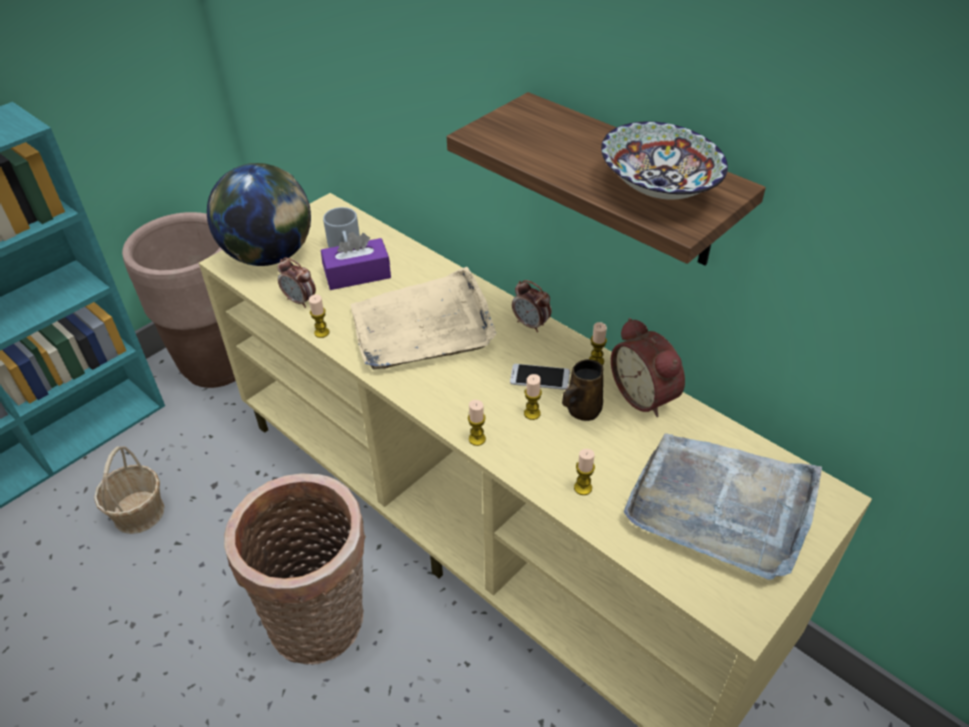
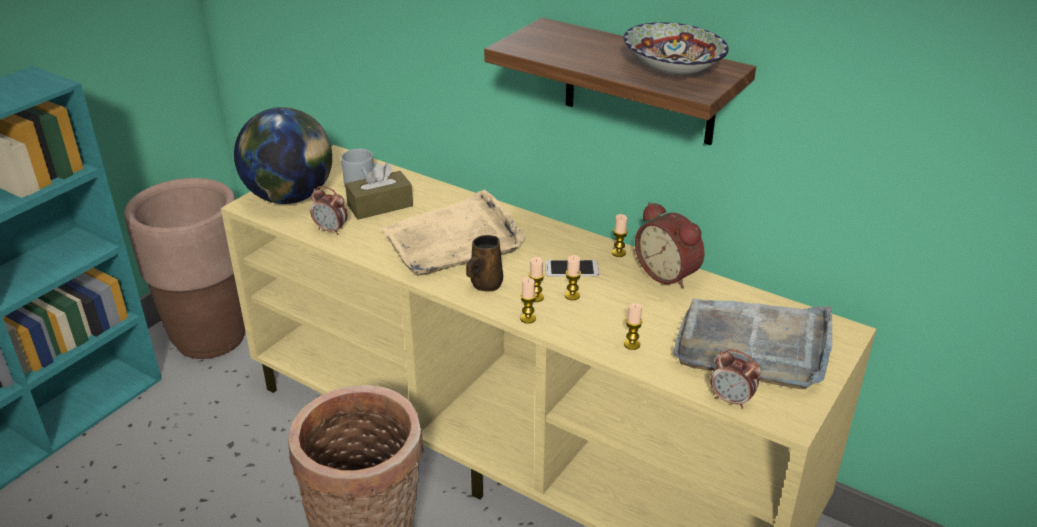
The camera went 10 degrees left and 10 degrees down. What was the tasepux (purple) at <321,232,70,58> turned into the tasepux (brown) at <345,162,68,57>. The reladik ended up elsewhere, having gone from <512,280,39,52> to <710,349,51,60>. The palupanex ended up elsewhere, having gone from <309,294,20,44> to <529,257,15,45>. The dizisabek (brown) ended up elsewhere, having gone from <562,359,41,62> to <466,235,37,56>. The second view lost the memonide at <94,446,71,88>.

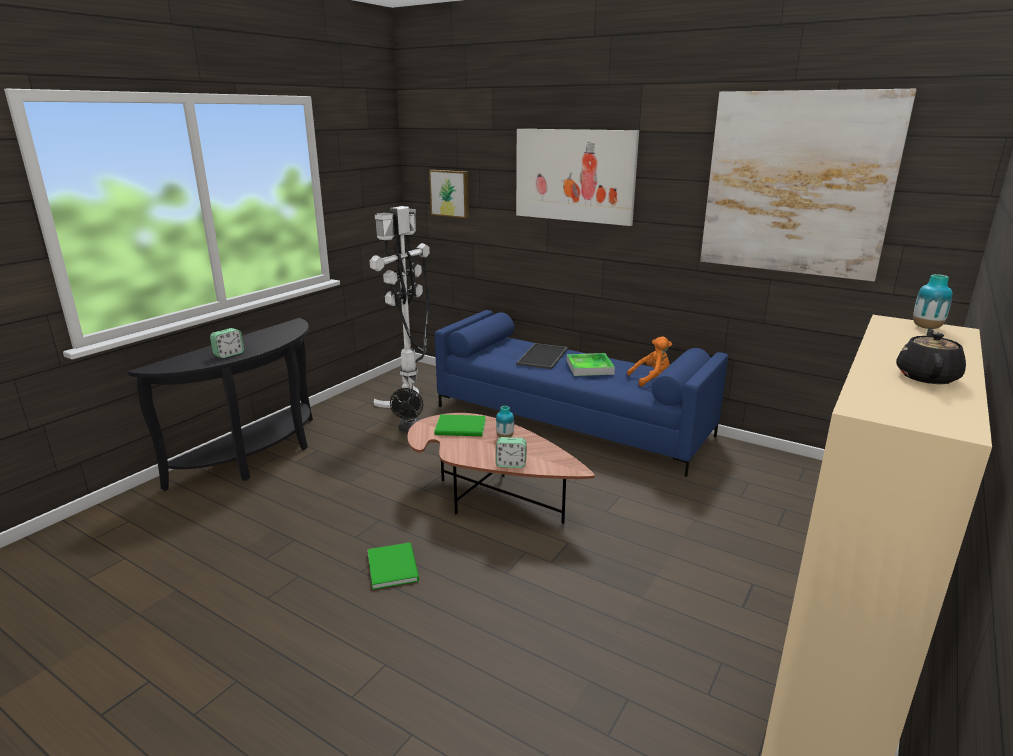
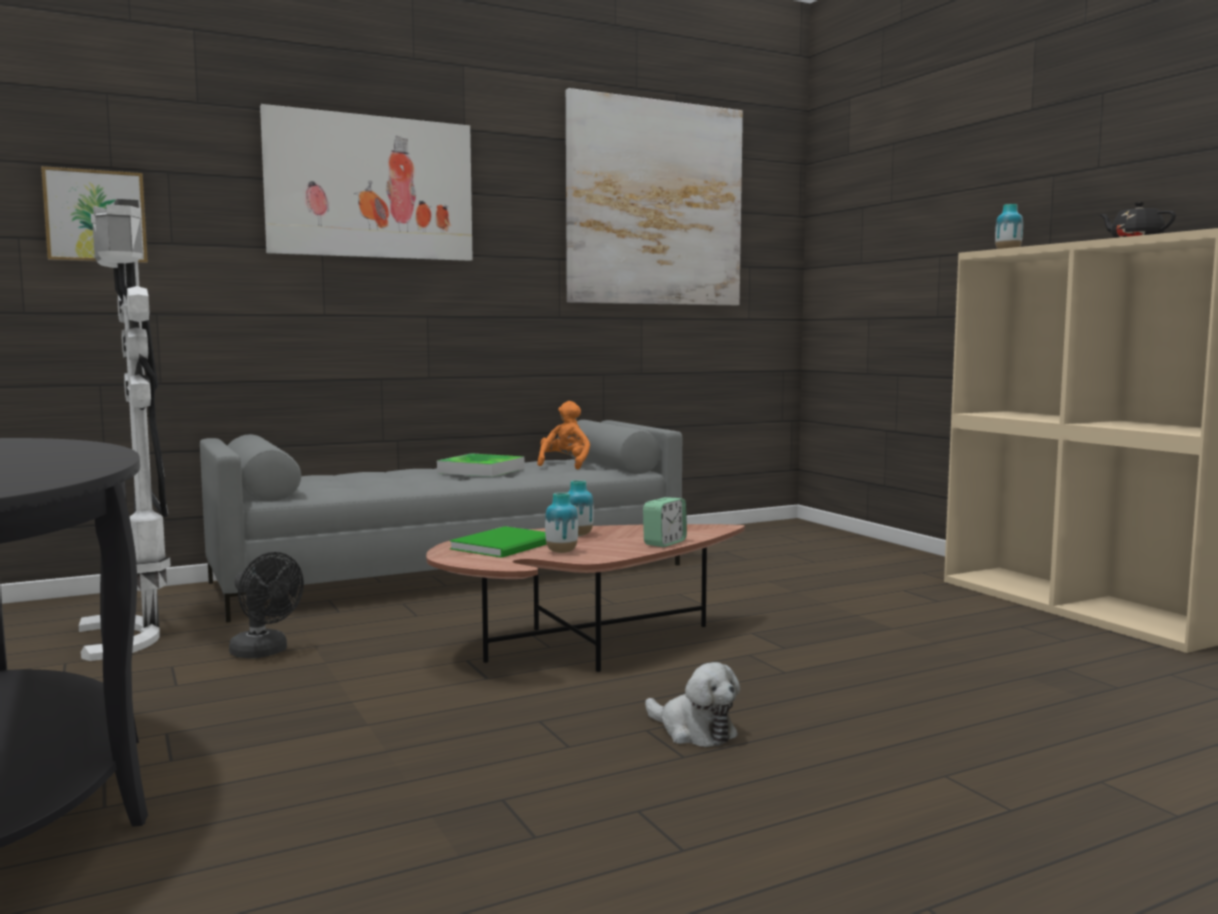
The camera went 60 degrees left and 15 degrees down. What was the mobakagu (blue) at <435,310,293,167> turned into the mobakagu (grey) at <200,420,482,203>. The second view lost the reladik at <210,328,34,30>. The second view lost the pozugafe at <516,343,52,26>. Where the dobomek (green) stood at <368,543,51,46>, the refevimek came to stand at <645,662,95,85>. The second view gained the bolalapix at <545,492,33,61>.

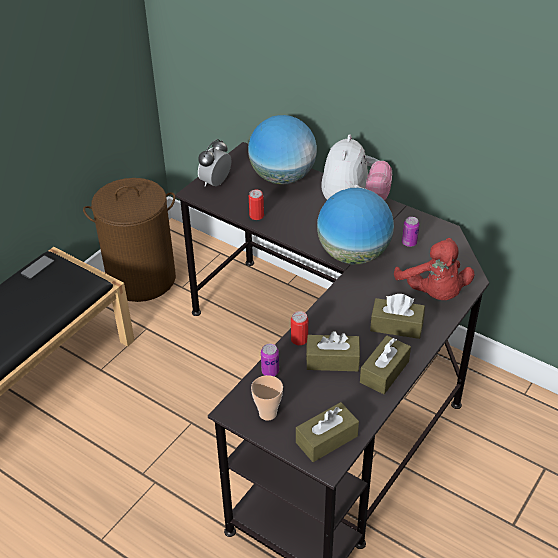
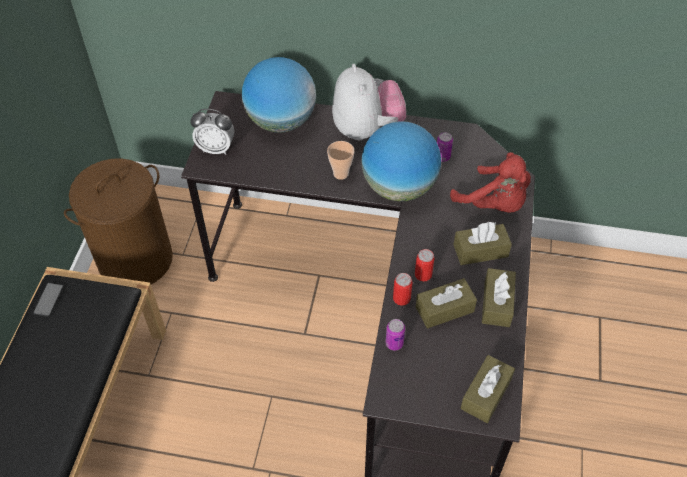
The camera went 25 degrees left and 10 degrees up. The reladik at <198,139,34,48> ended up facing another way, 90 degrees counterclockwise from before. The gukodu ended up elsewhere, having gone from <249,190,15,30> to <415,249,19,32>. The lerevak ended up elsewhere, having gone from <251,375,32,46> to <327,141,27,39>.

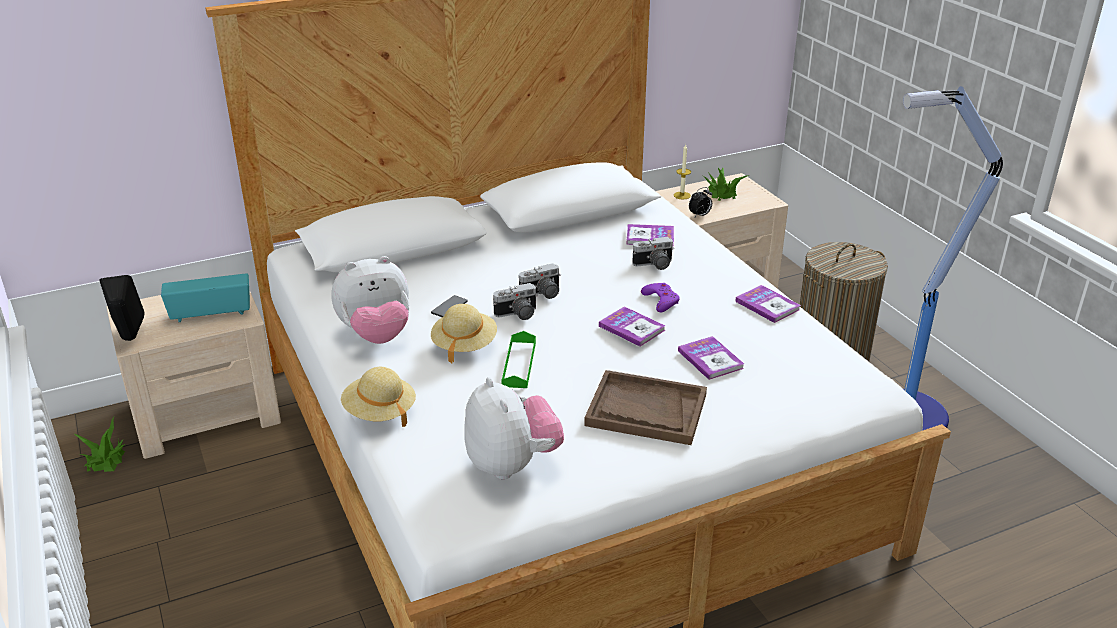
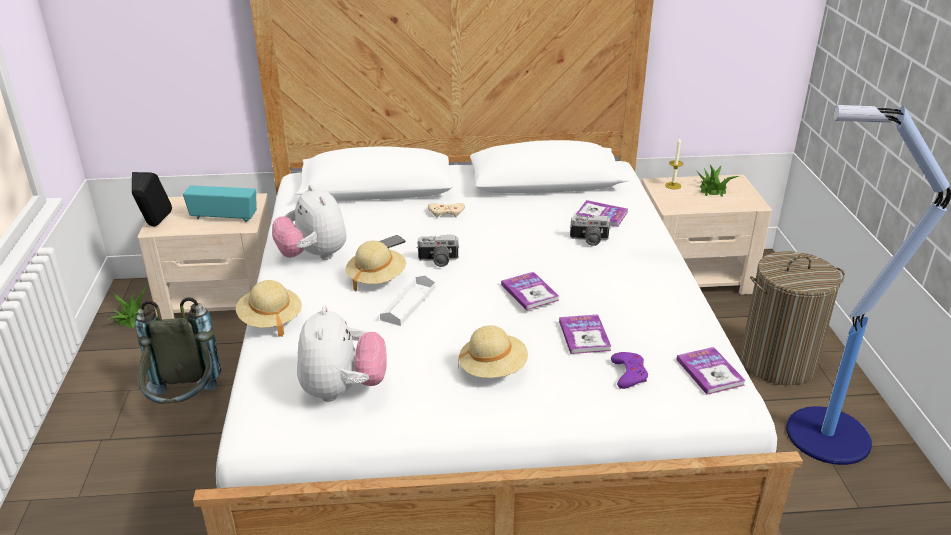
The camera went 20 degrees right and 0 degrees up. The second view lost the reladik at <689,187,23,30>. The refevimek at <331,256,78,88> ended up facing another way, 60 degrees clockwise from before. The second view lost the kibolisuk at <519,263,42,36>. The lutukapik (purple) ended up elsewhere, having gone from <641,283,39,29> to <611,352,37,37>. The dobomek ended up elsewhere, having gone from <735,285,66,38> to <676,347,70,48>. What was the pozugafe (green) at <501,331,35,57> turned into the pozugafe (white) at <380,275,55,51>. Where the pozugafe (brown) stood at <584,370,123,75>, the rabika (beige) came to stand at <458,325,70,53>. The second view gained the lutukapik (beige) at <428,203,37,15>. The second view gained the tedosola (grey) at <135,297,86,107>.

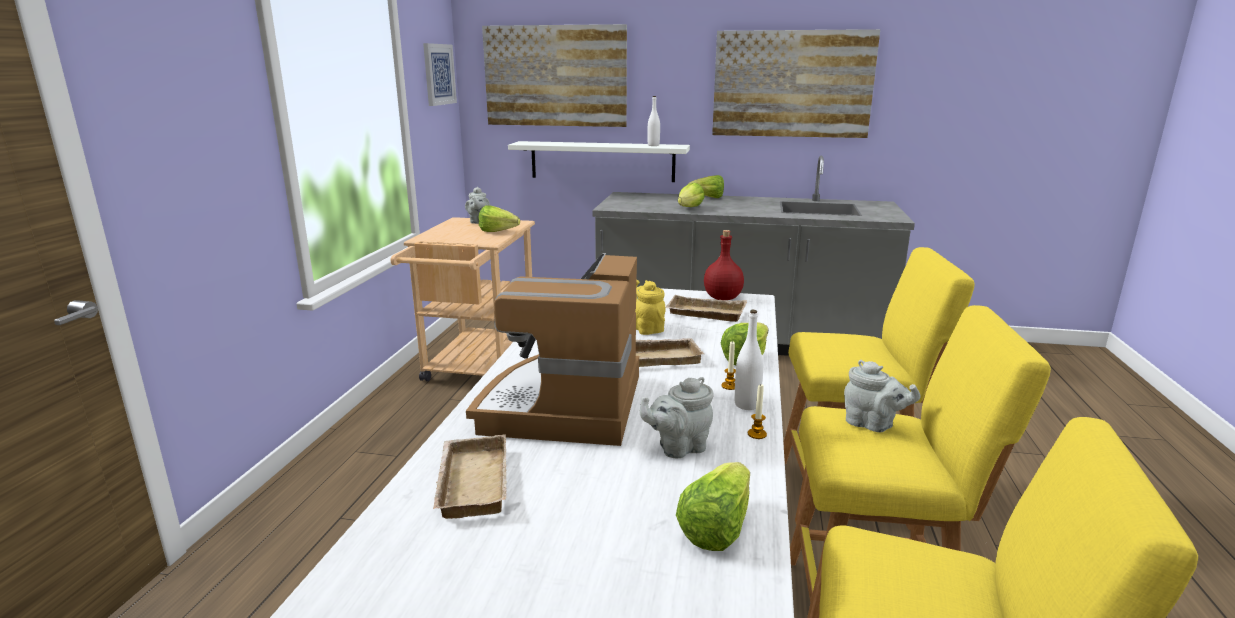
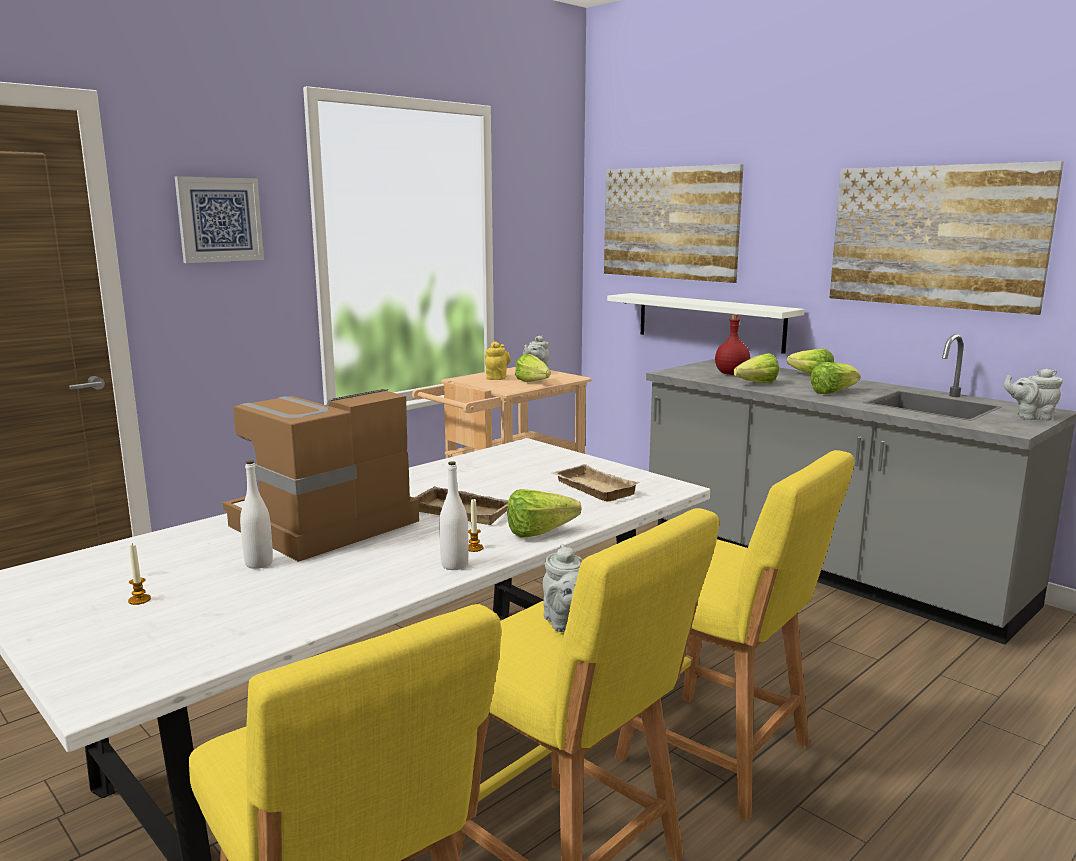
The camera went 35 degrees right and 5 degrees down. The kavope ended up elsewhere, having gone from <423,43,34,63> to <175,176,89,87>. The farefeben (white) ended up elsewhere, having gone from <648,96,12,50> to <240,460,33,109>. The farefeben (red) ended up elsewhere, having gone from <704,230,40,70> to <715,314,35,61>. The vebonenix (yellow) ended up elsewhere, having gone from <635,280,31,55> to <485,342,26,38>. The vebonenix (grey) ended up elsewhere, having gone from <640,377,74,81> to <1004,369,59,52>. The palupanex ended up elsewhere, having gone from <748,384,19,55> to <128,543,23,62>. The second view lost the pozugafe (beige) at <433,434,74,85>. The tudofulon ended up elsewhere, having gone from <676,462,74,89> to <810,362,51,32>.

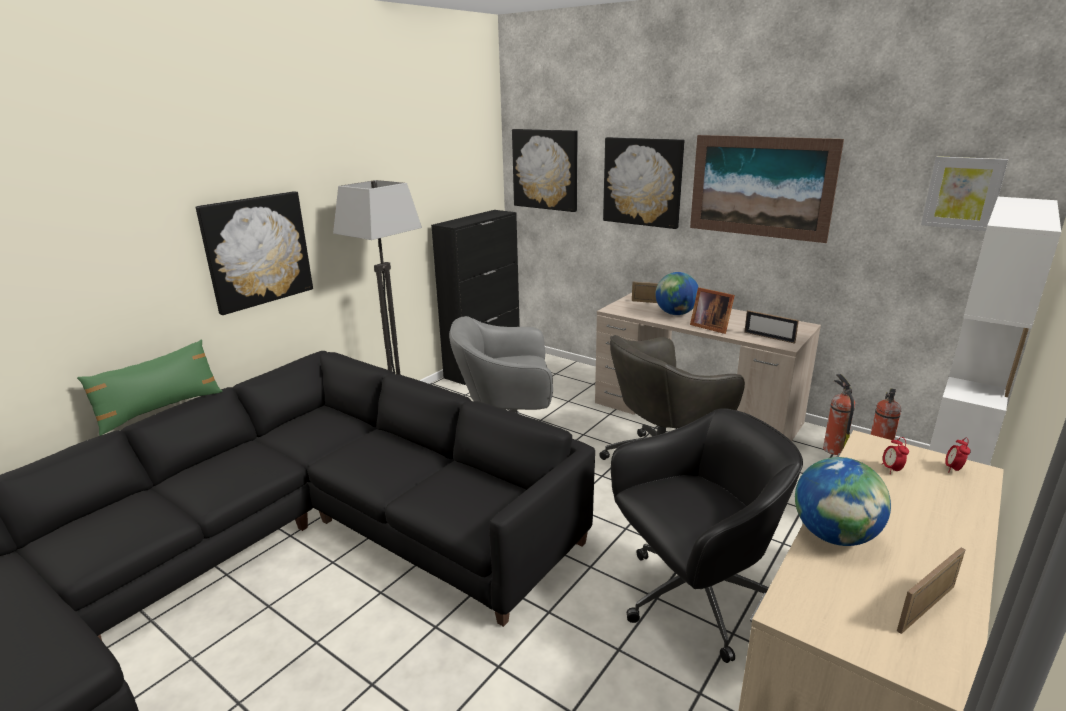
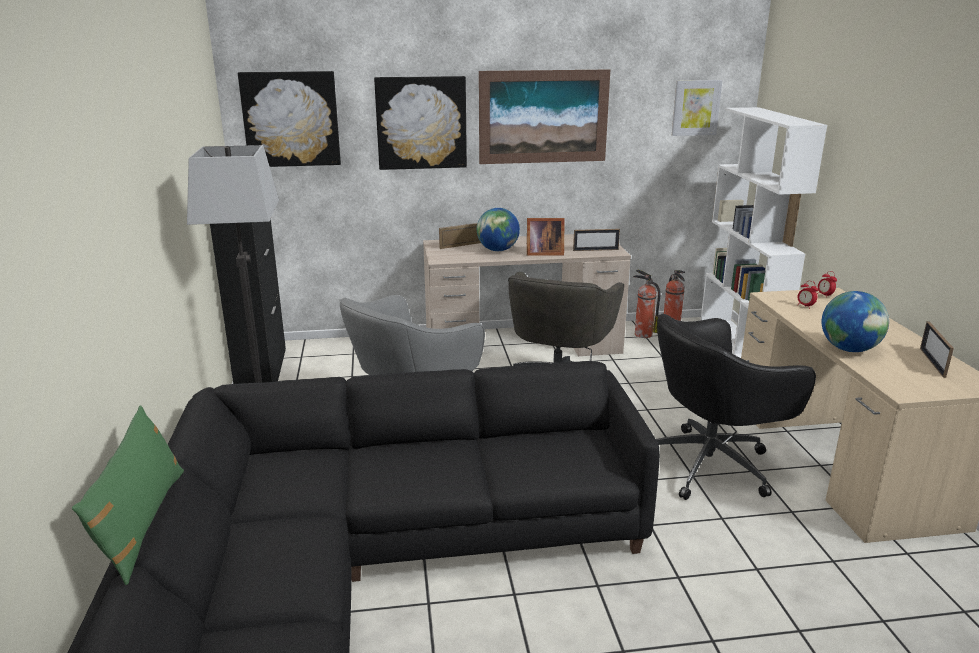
The camera went 45 degrees left and 0 degrees up. The second view lost the kavope at <196,191,117,124>. The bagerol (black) at <611,408,192,255> ended up facing another way, 135 degrees counterclockwise from before.

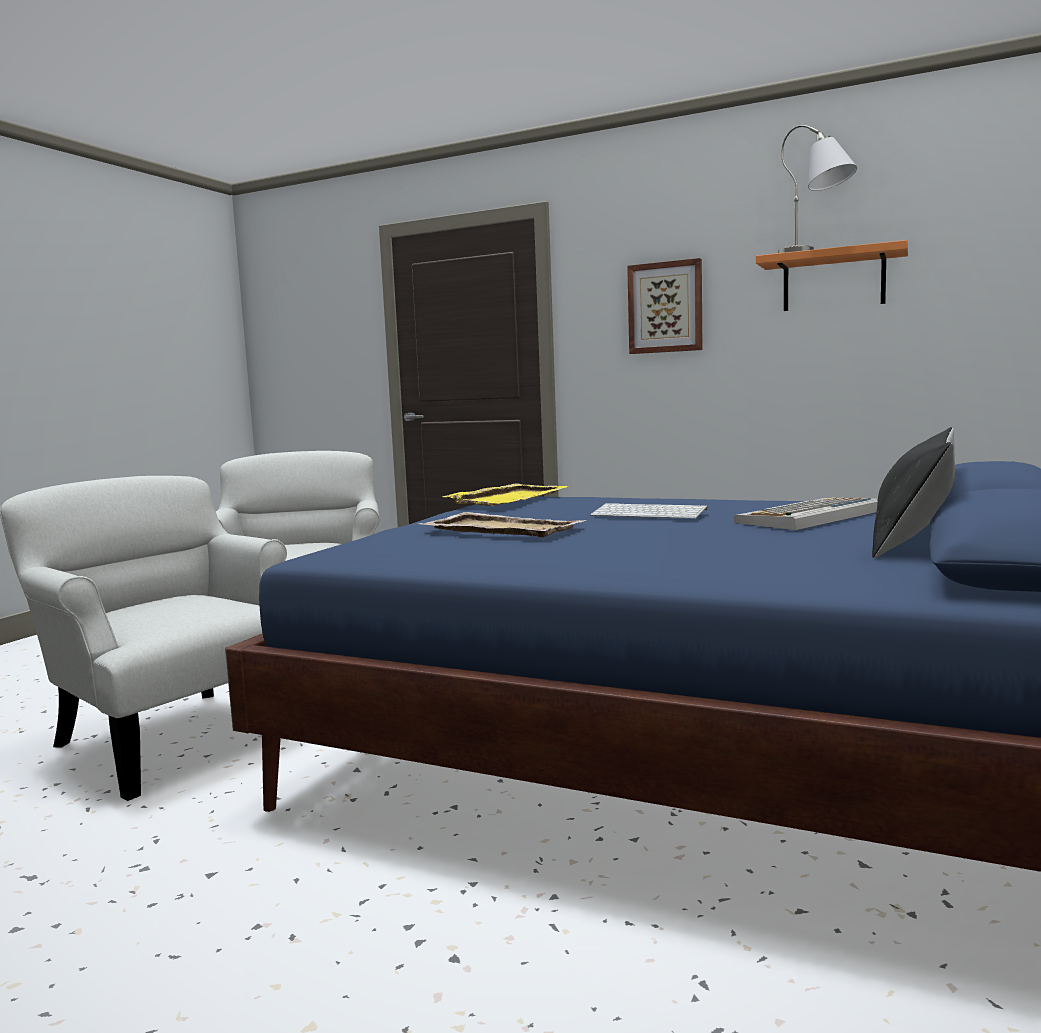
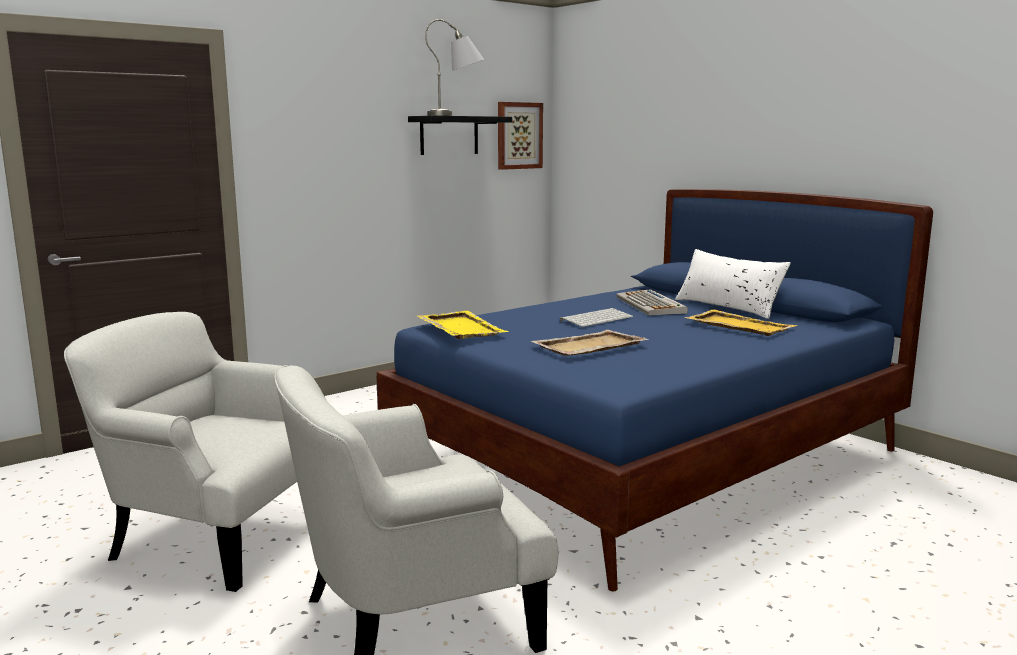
The camera went 65 degrees left and 5 degrees up. What was the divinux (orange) at <756,240,152,71> turned into the divinux (black) at <408,116,104,39>. The kavope ended up elsewhere, having gone from <627,258,76,96> to <498,102,45,68>. What was the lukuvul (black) at <872,427,83,131> turned into the lukuvul (white) at <675,249,116,70>. The second view gained the pozugafe (yellow) at <684,310,113,26>.

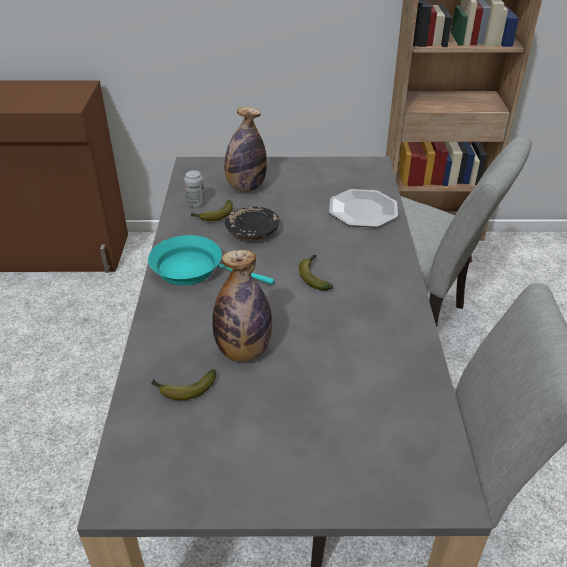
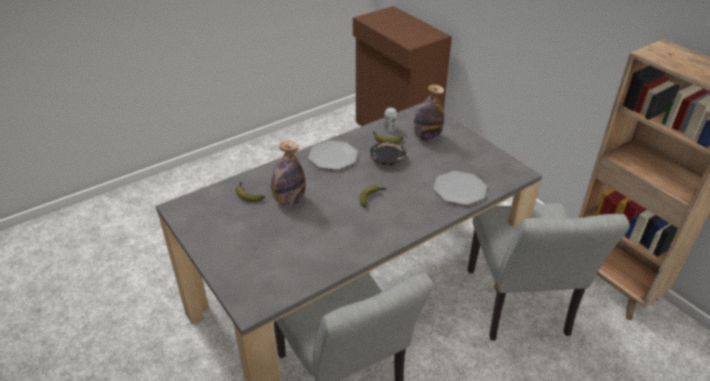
The camera went 55 degrees right and 0 degrees up. Where the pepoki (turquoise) stood at <148,235,126,50>, the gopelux came to stand at <308,141,50,29>.

